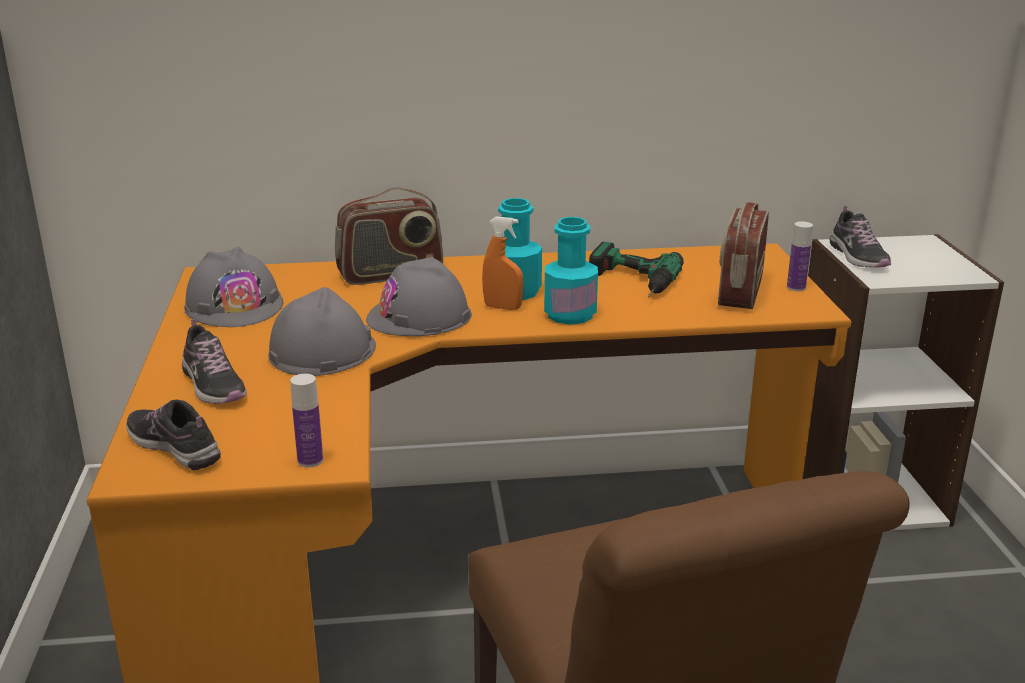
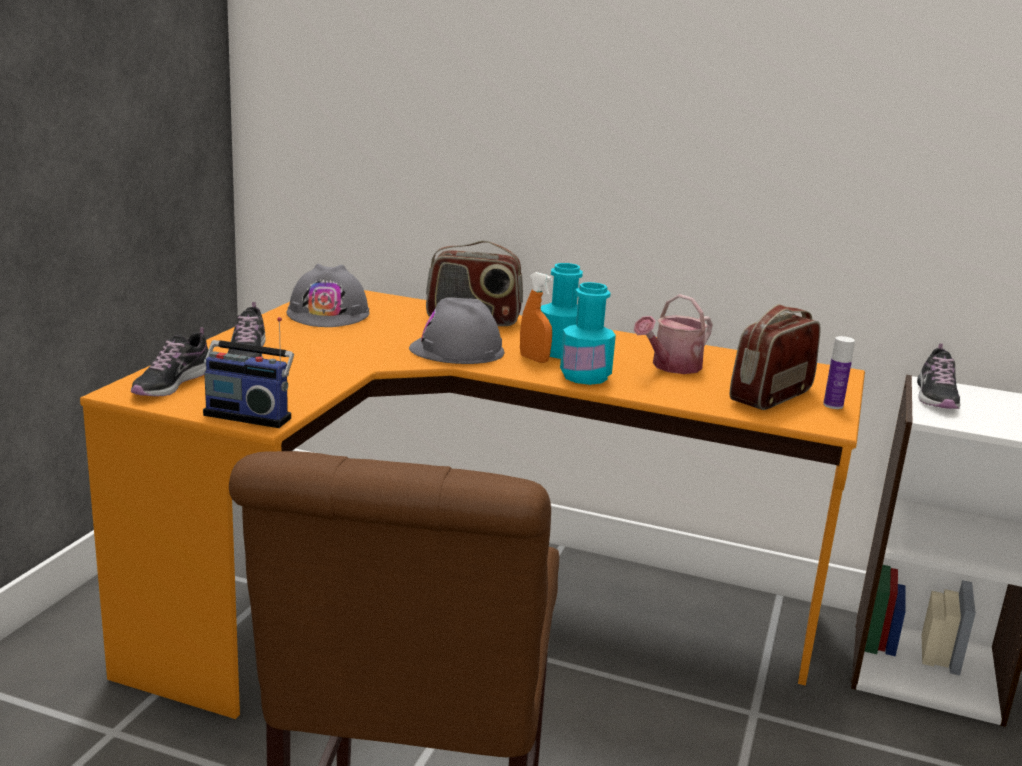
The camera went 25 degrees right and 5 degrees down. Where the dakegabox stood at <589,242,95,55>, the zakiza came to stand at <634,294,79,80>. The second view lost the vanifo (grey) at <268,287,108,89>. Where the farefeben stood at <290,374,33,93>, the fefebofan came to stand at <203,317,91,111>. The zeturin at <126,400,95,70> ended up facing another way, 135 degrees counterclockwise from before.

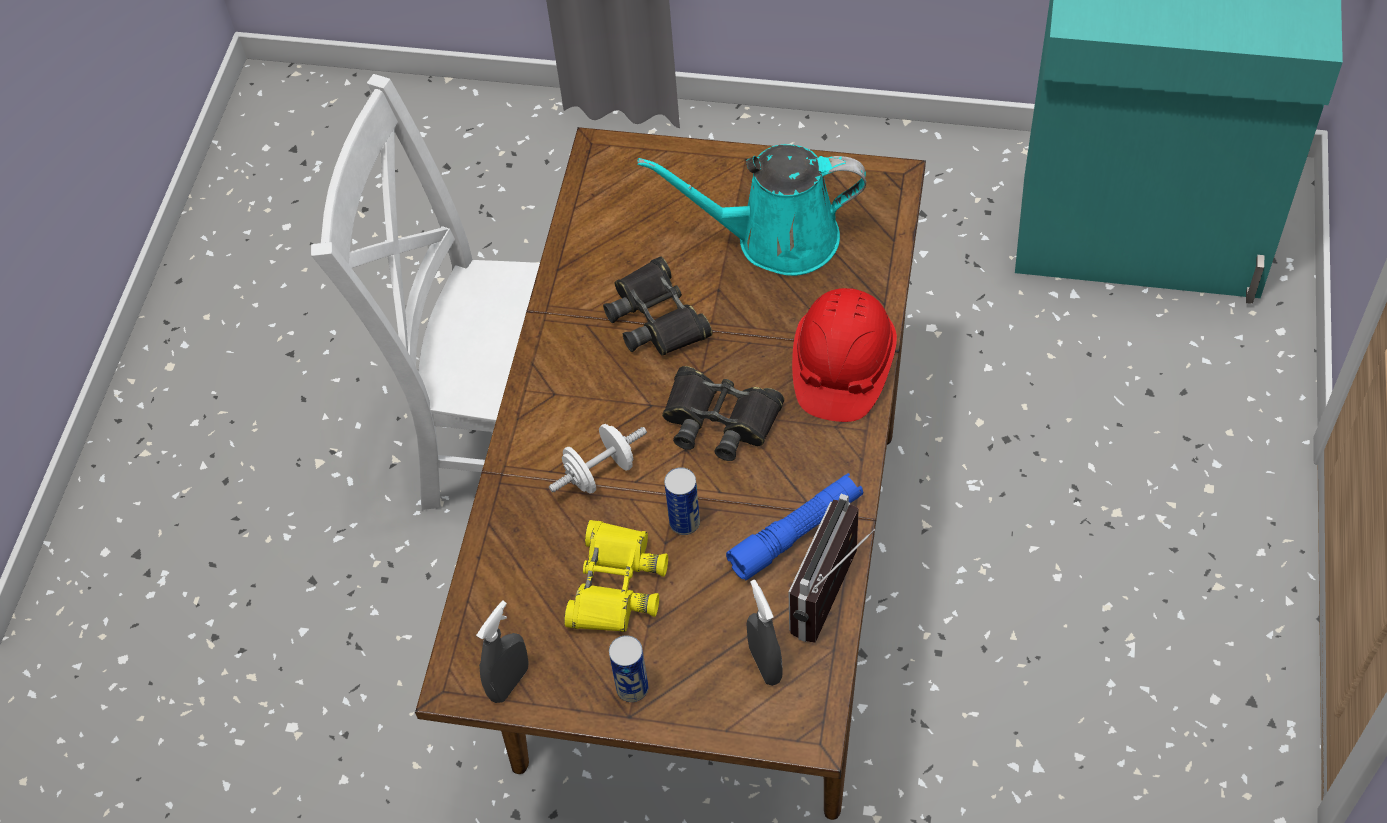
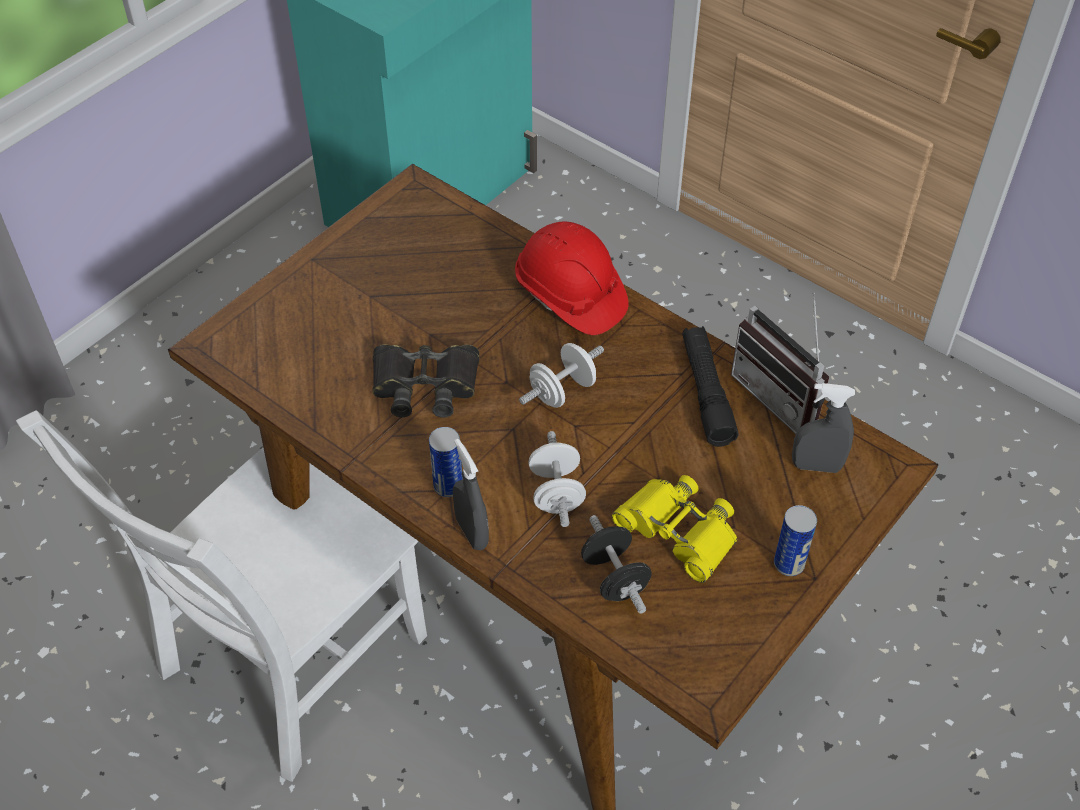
The camera went 65 degrees left and 5 degrees down. The second view lost the zakiza (turquoise) at <637,144,229,132>. Where the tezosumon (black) stood at <662,366,122,95>, the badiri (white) came to stand at <519,343,85,65>. The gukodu ended up elsewhere, having gone from <664,467,36,68> to <429,427,34,70>. What was the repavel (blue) at <726,473,137,107> turned into the repavel (black) at <682,326,57,121>. The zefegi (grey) ended up elsewhere, having gone from <476,600,53,103> to <453,439,36,111>. The second view gained the badiri (black) at <581,515,71,99>.

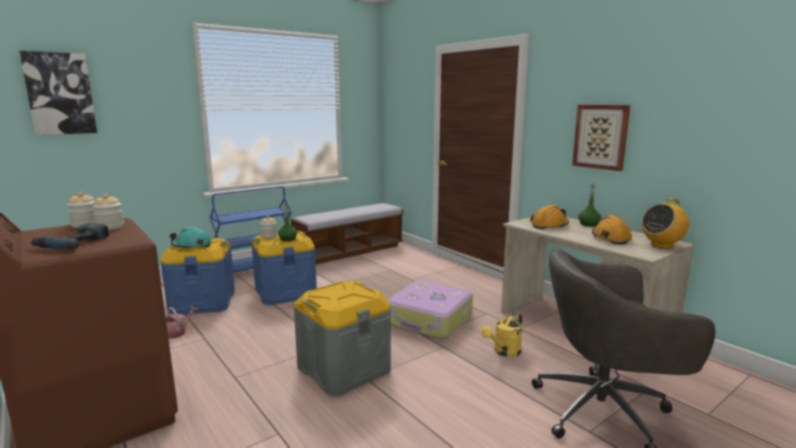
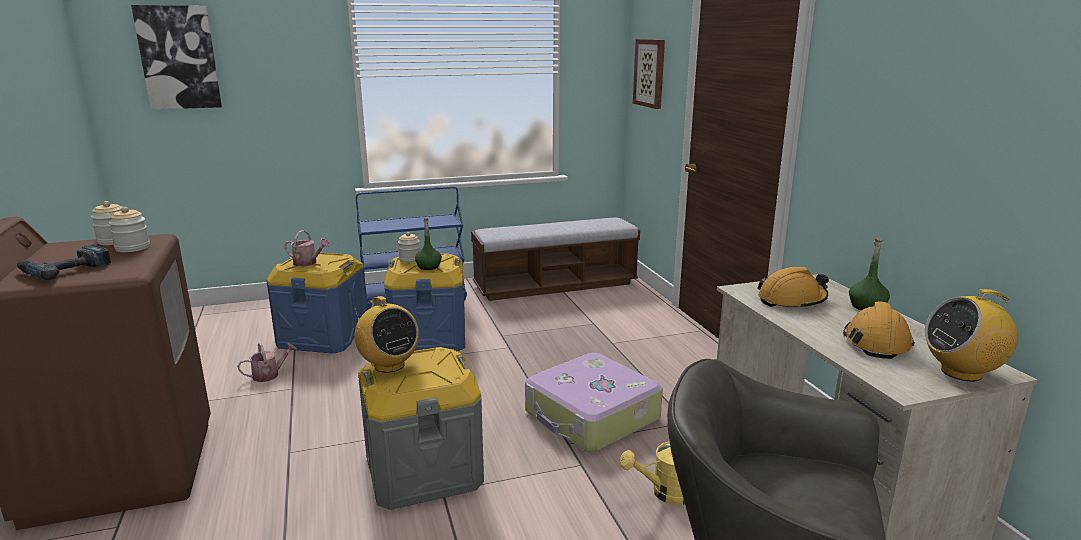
The camera went 20 degrees right and 5 degrees up. The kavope ended up elsewhere, having gone from <572,105,58,66> to <633,39,32,70>. Where the vanifo (turquoise) stood at <170,227,42,22>, the zakiza came to stand at <284,230,46,36>. The second view gained the fefebofan at <353,296,66,77>.

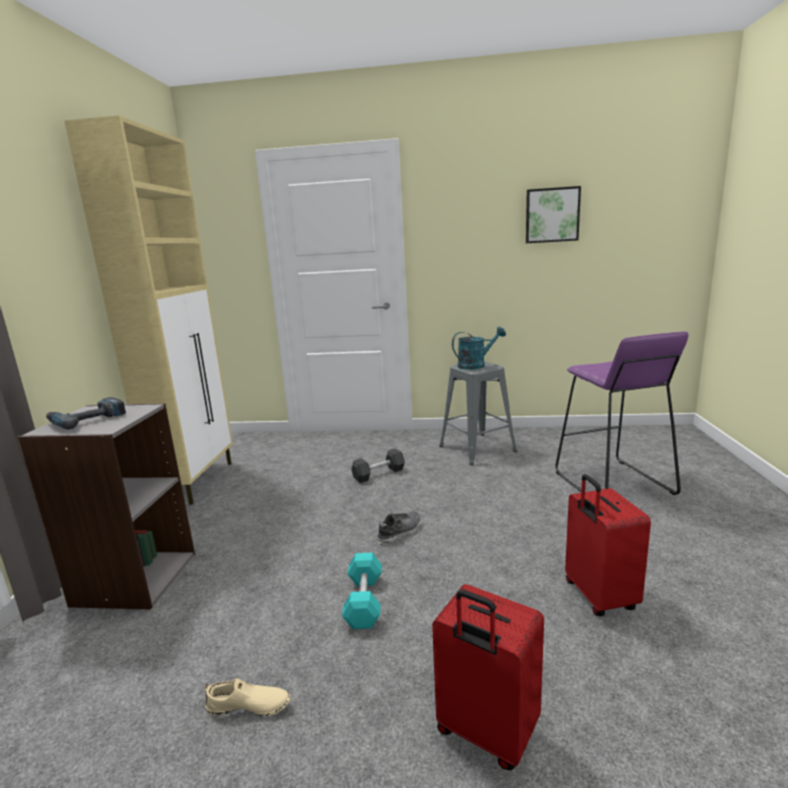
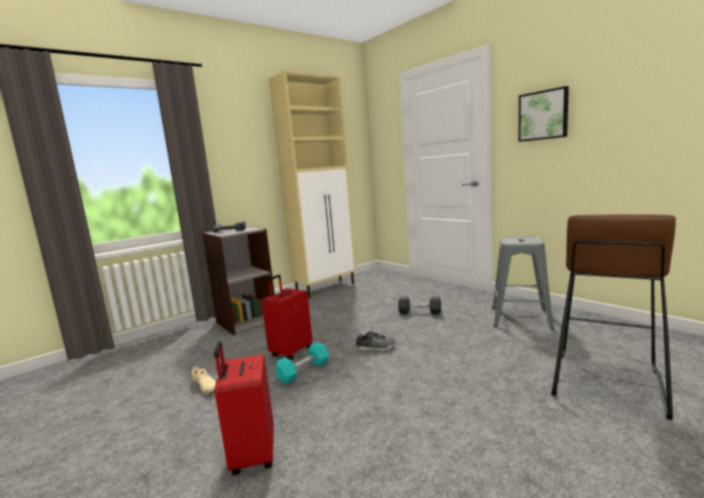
The camera went 45 degrees right and 5 degrees down. The kavope ended up elsewhere, having gone from <526,186,55,57> to <519,86,50,56>. The second view lost the zakiza (turquoise) at <452,327,54,43>. What was the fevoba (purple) at <555,331,134,164> turned into the fevoba (brown) at <551,214,125,206>. The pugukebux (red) ended up elsewhere, having gone from <565,474,86,142> to <262,275,50,86>.

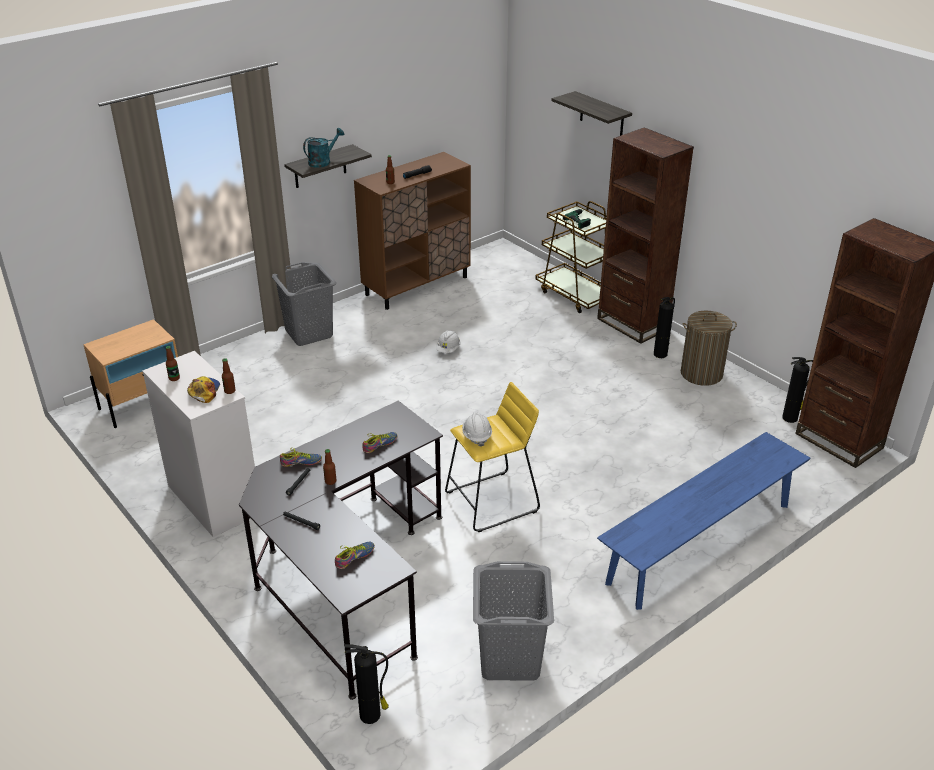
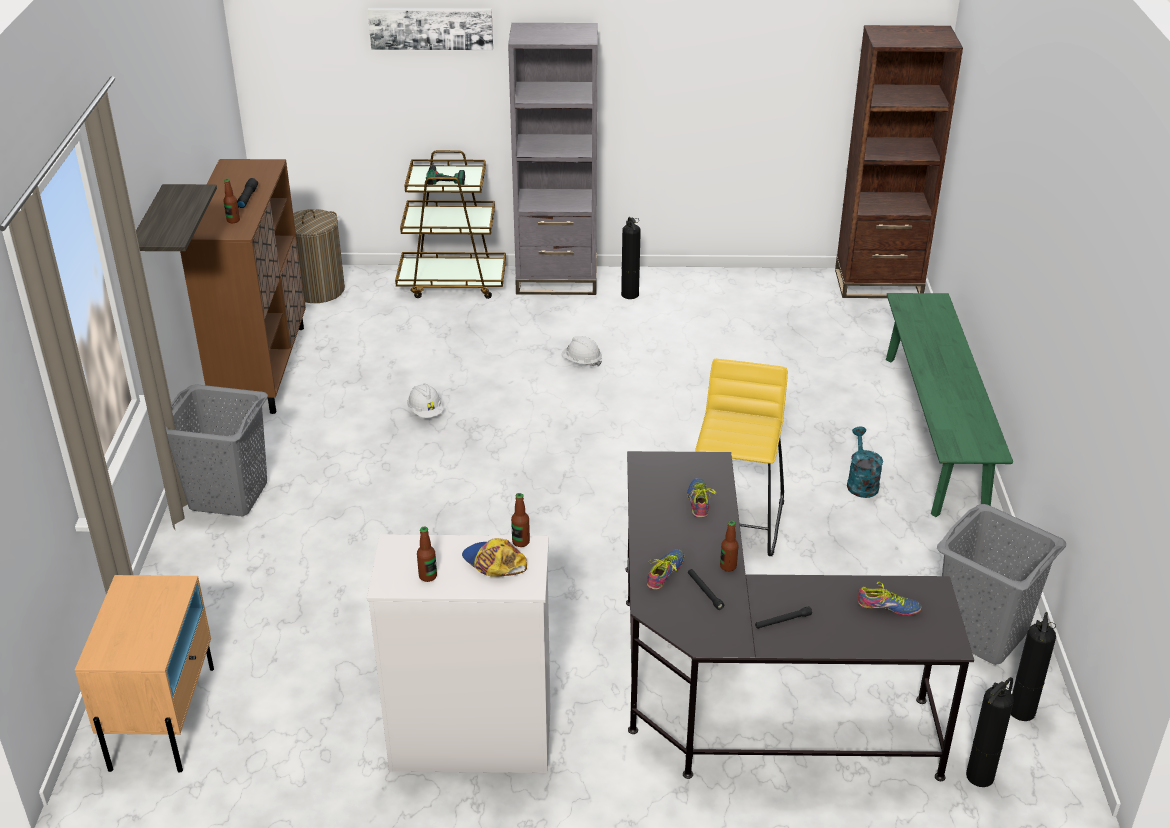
The camera went 50 degrees left and 0 degrees up. Where the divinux hung at <551,91,81,45>, the kavope came to hang at <368,8,125,42>. What was the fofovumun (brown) at <597,127,97,217> turned into the fofovumun (grey) at <508,23,90,272>. The zakiza (turquoise) ended up elsewhere, having gone from <303,128,41,40> to <847,426,36,72>. The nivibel ended up elsewhere, having gone from <681,311,56,75> to <293,209,52,94>. The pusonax ended up elsewhere, having gone from <782,357,31,66> to <1011,612,45,109>. The vanifo (white) ended up elsewhere, having gone from <462,412,30,35> to <561,336,41,31>. What was the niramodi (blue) at <597,432,213,178> turned into the niramodi (green) at <886,293,127,224>. The zeturin at <335,542,40,27> ended up facing another way, 105 degrees clockwise from before.

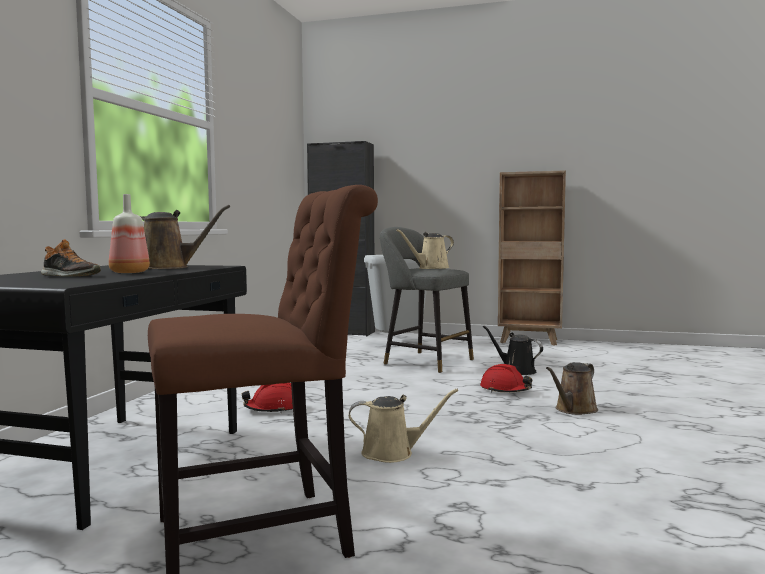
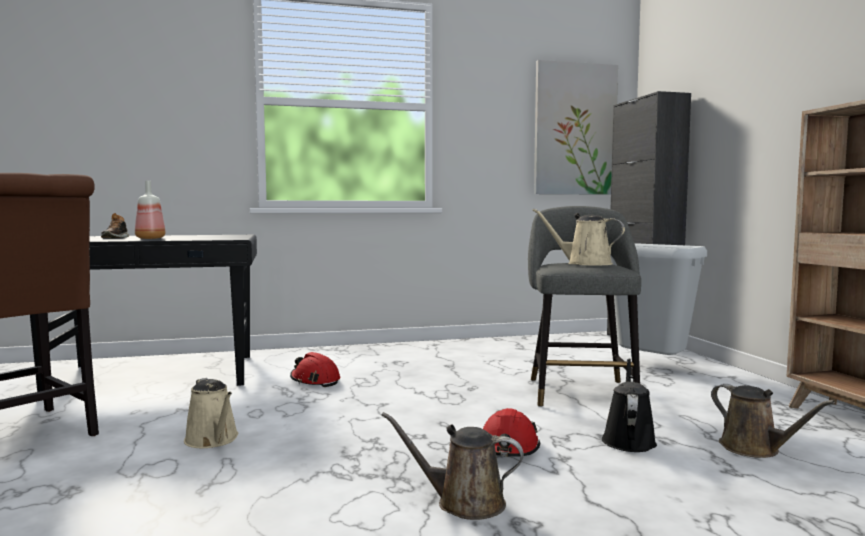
The camera went 60 degrees right and 0 degrees up. The zakiza (brown) ended up elsewhere, having gone from <140,205,90,64> to <711,384,124,74>. The second view gained the kavope at <534,60,84,135>.

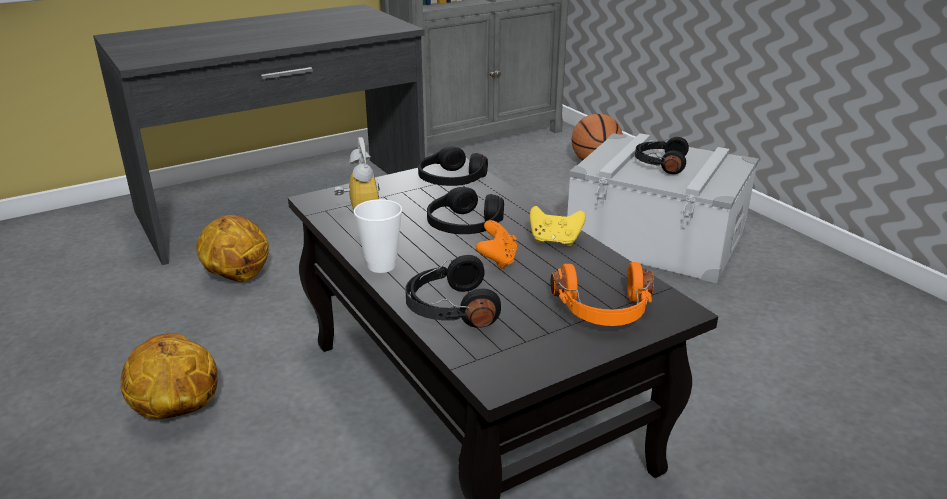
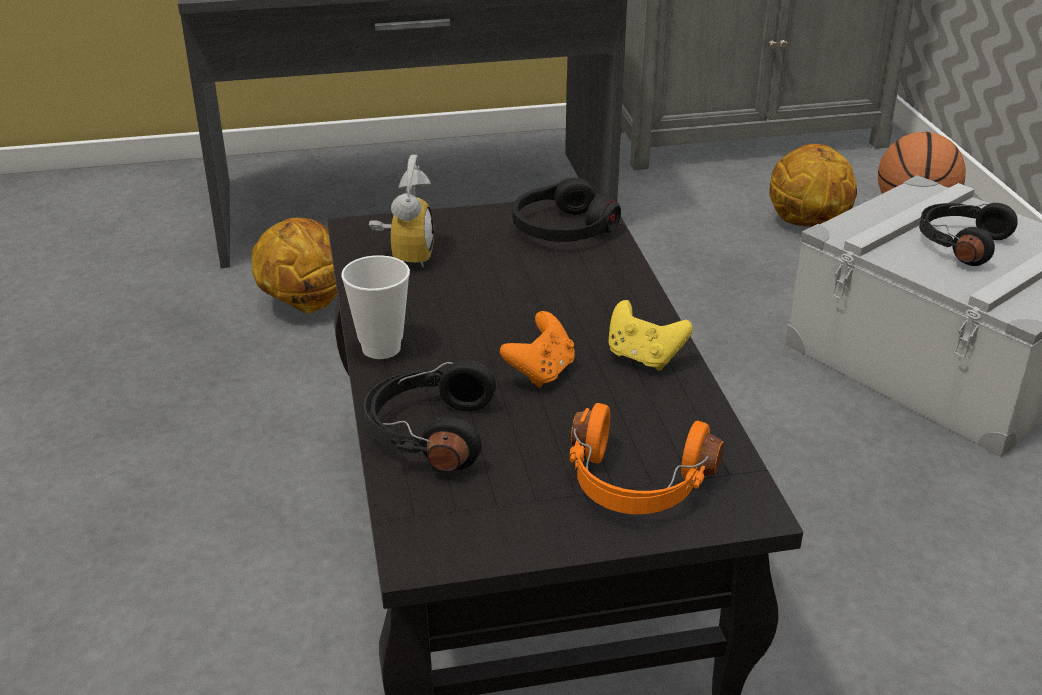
The camera went 20 degrees right and 5 degrees up. The second view lost the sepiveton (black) at <427,187,77,47>. The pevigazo ended up elsewhere, having gone from <121,333,97,86> to <769,144,88,83>.

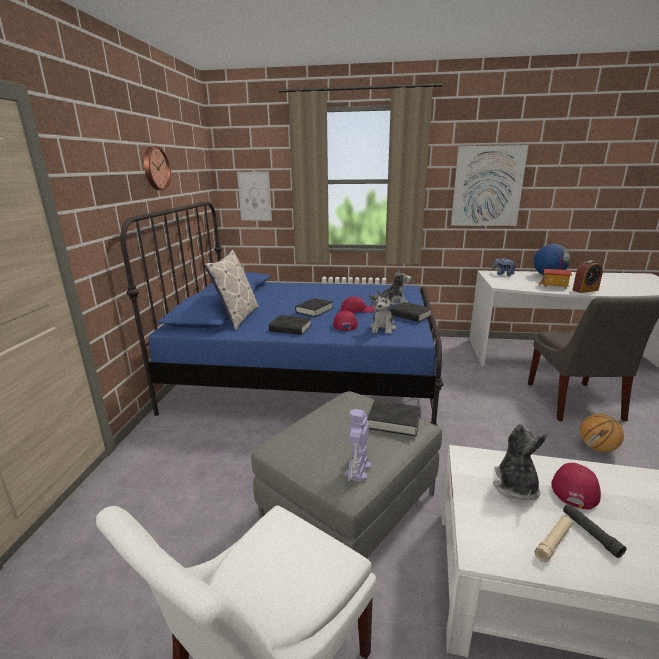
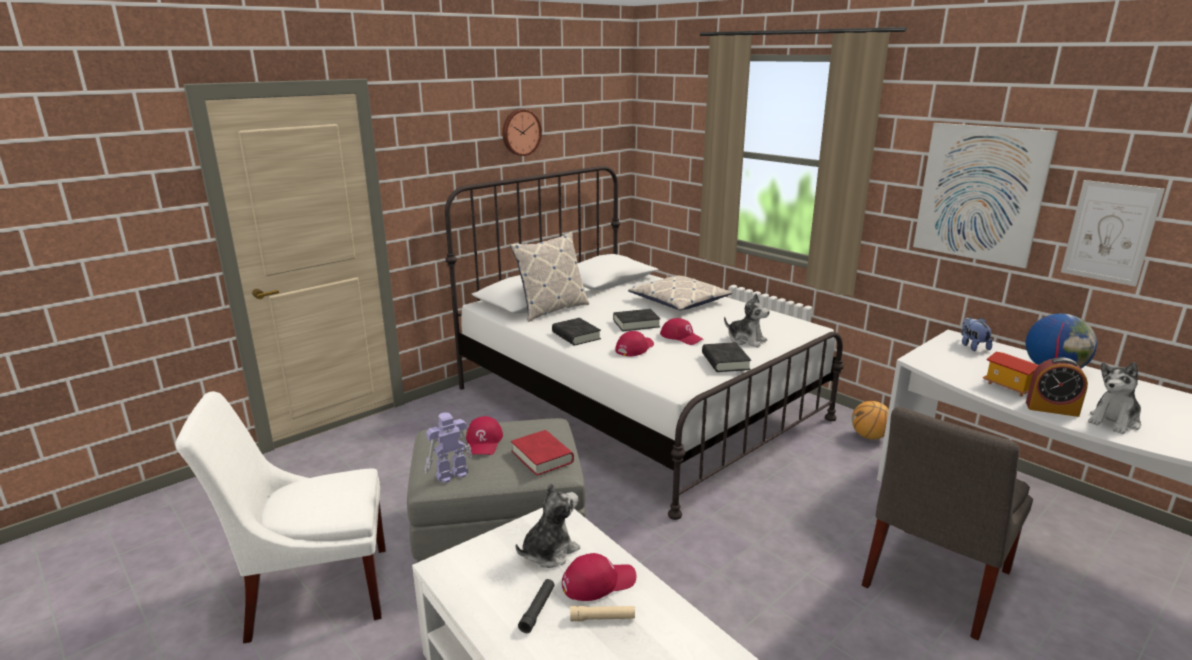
The camera went 40 degrees right and 0 degrees up. The kavope ended up elsewhere, having gone from <237,171,35,50> to <1061,180,104,107>. What was the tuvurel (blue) at <120,201,323,225> turned into the tuvurel (white) at <445,166,399,354>. The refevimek ended up elsewhere, having gone from <370,290,26,44> to <1088,362,53,72>. What was the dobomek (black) at <367,400,54,37> turned into the dobomek (red) at <511,430,63,46>. The pevigazo ended up elsewhere, having gone from <580,414,44,38> to <852,401,37,38>. The repavel (beige) ended up elsewhere, having gone from <535,516,38,46> to <570,606,65,15>. The second view gained the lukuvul at <628,276,104,35>. The second view gained the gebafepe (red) at <466,416,37,39>.

